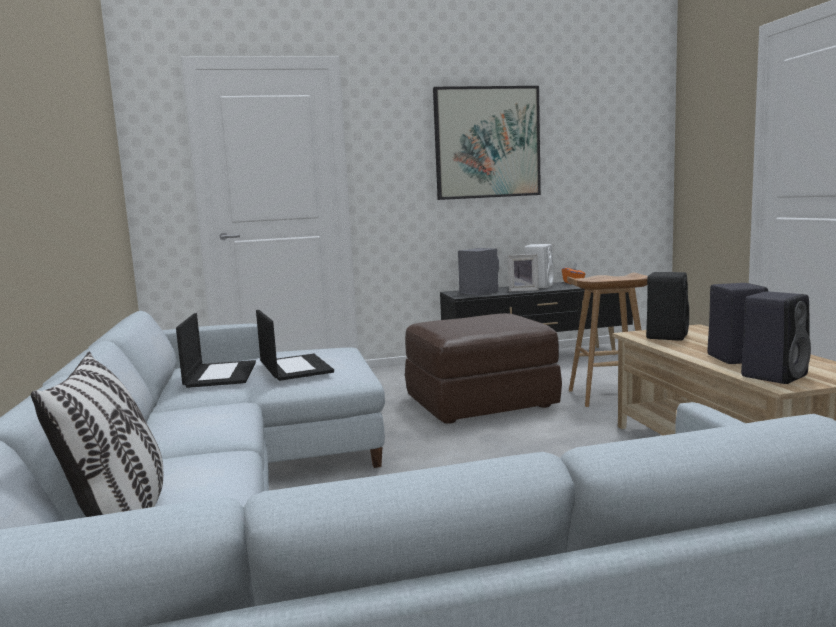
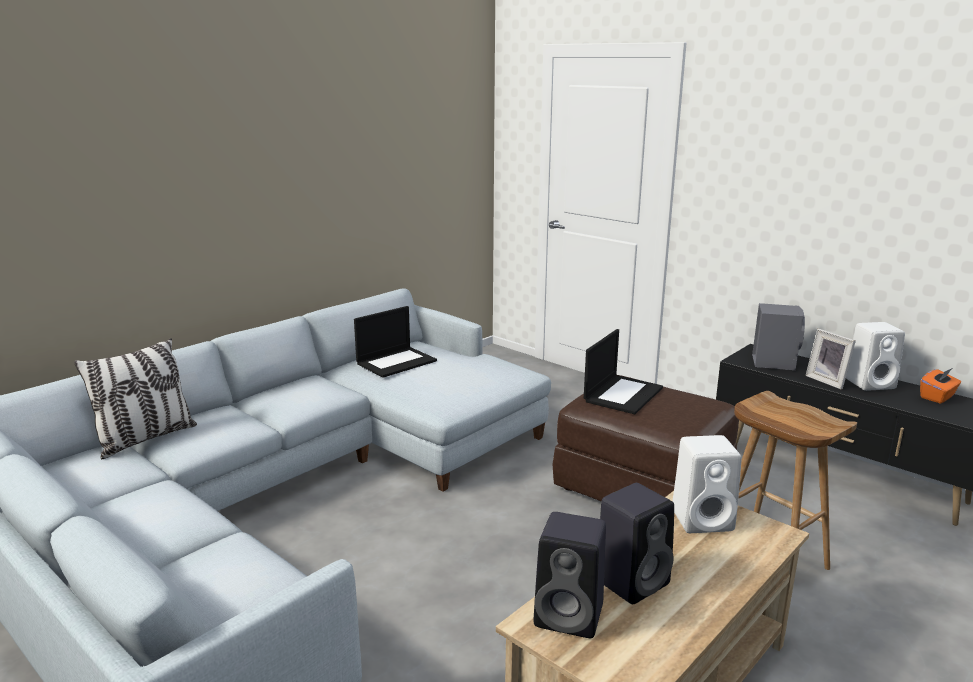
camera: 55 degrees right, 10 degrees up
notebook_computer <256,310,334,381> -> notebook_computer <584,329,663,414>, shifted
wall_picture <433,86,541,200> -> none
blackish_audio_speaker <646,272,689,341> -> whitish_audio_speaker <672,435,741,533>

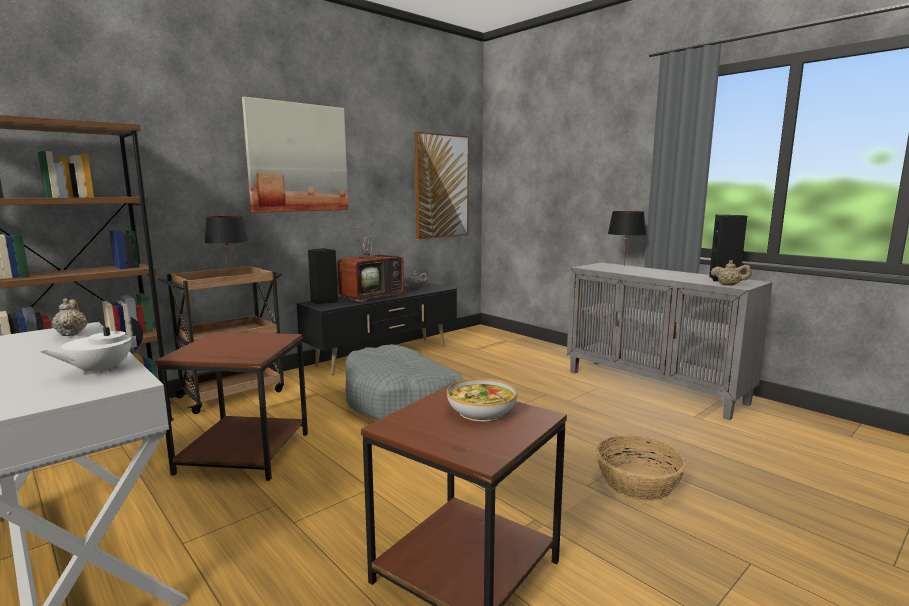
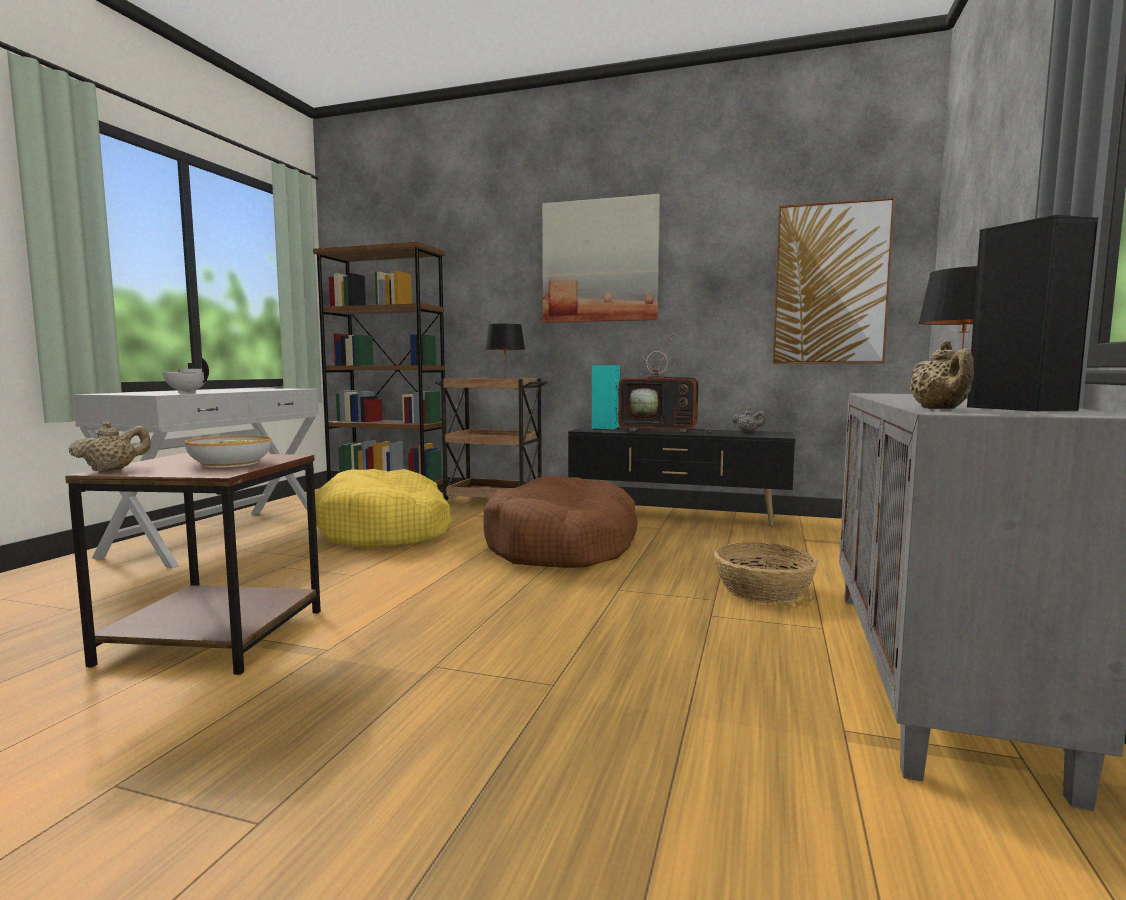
camera: 60 degrees right, 5 degrees down
sand-coloured_tea_pot <52,298,88,336> -> sand-coloured_tea_pot <69,421,151,472>, shifted
brown_accent_table <155,332,308,481> -> yellow_dog_cushion <315,469,453,548>
blackish_audio_speaker <308,248,338,305> -> blue-green_audio_speaker <592,365,620,429>
grey_dog_cushion <345,344,463,420> -> brown_dog_cushion <483,476,638,568>
basket <596,435,687,501> -> basket <714,542,818,604>, shifted

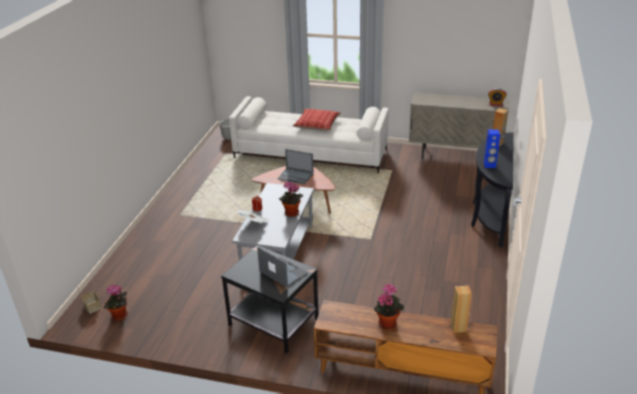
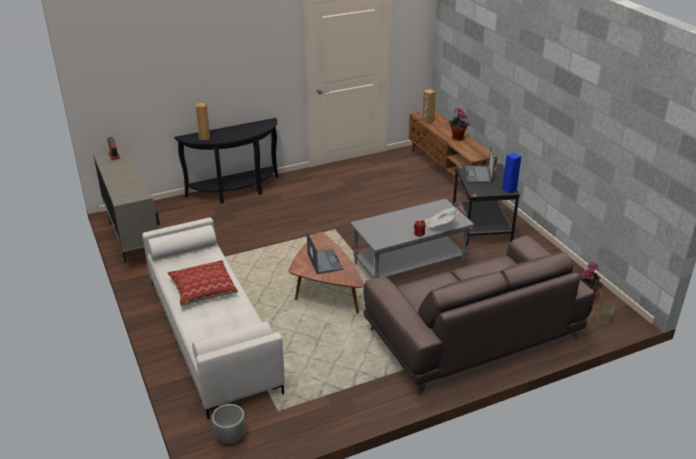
camera: 130 degrees left, 0 degrees up
houseplant <279,181,303,217> -> none
blue_audio_speaker <484,130,500,168> -> blue_audio_speaker <502,152,521,194>, shifted
none -> brown_couch <363,236,595,396>

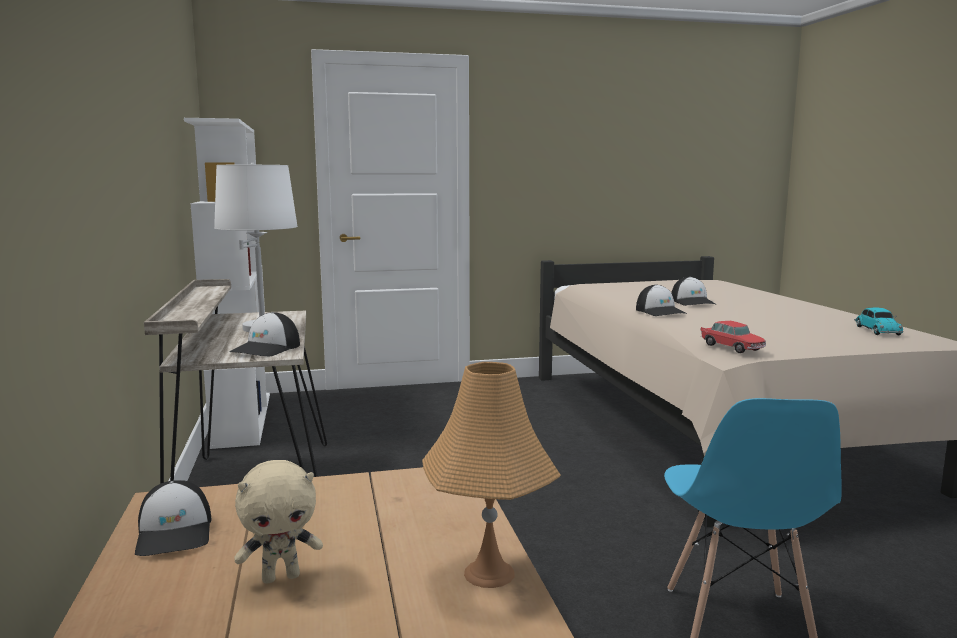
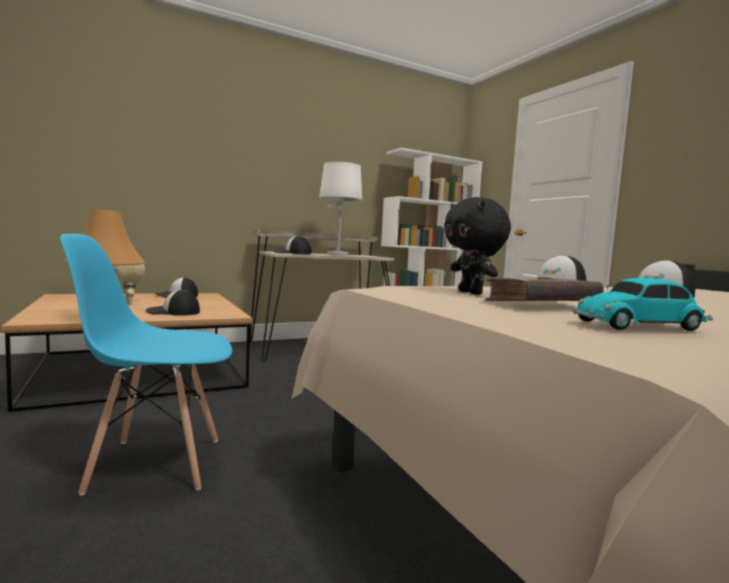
camera: 75 degrees right, 5 degrees down
model_car <701,321,766,353> -> none
none -> baseball_cap <145,289,200,316>
none -> blackish_plush_toy <444,197,511,295>
none -> brown_book <485,278,604,301>

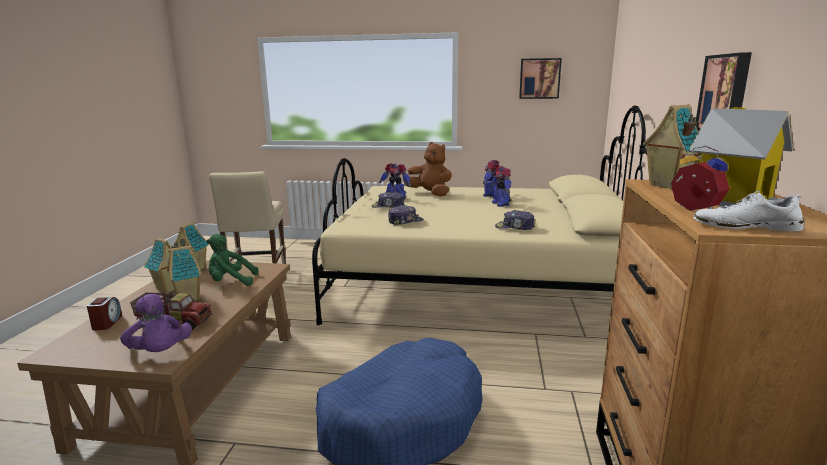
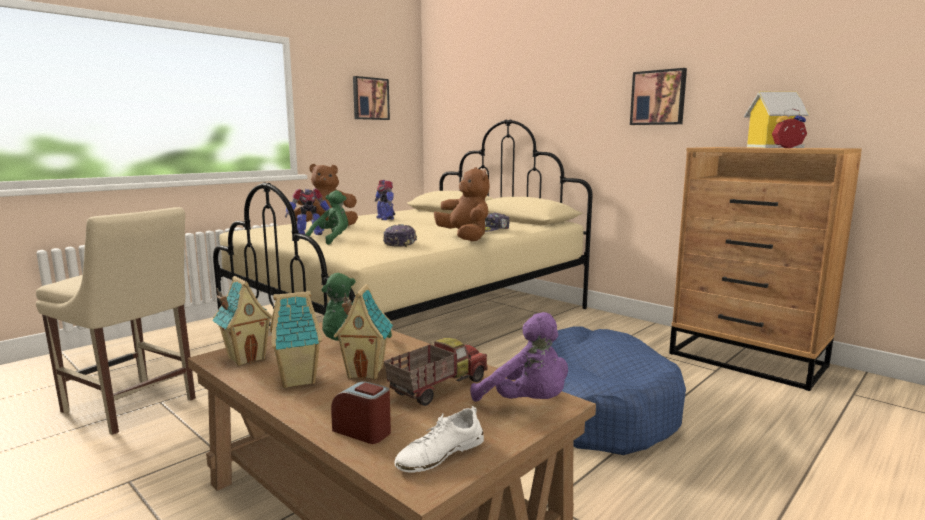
camera: 55 degrees left, 5 degrees down
purplish_plush_toy <120,294,192,352> -> purplish_plush_toy <470,312,568,402>, 45 degrees clockwise
baseball_cap <371,192,404,208> -> greenish_plush_toy <305,190,348,245>
robot_figure <491,166,511,207> -> none
miniature_house <643,104,699,190> -> none
whitish_item_of_footwear <693,191,804,231> -> whitish_item_of_footwear <394,406,484,473>, shifted
none -> brown_plush_toy <434,167,490,241>

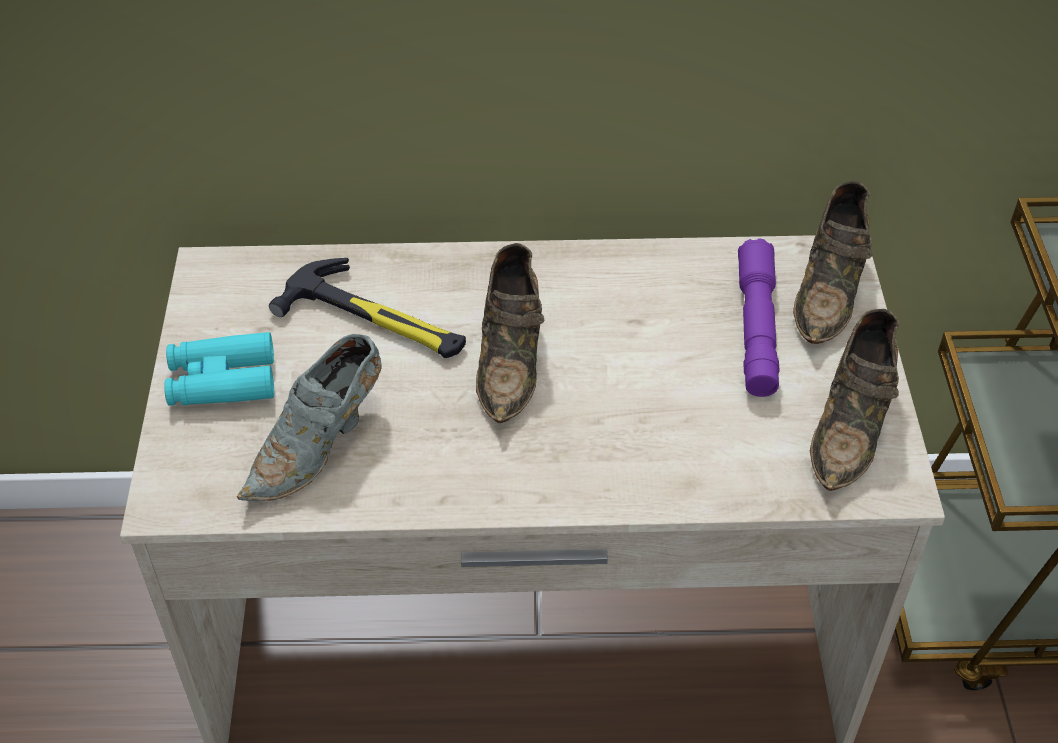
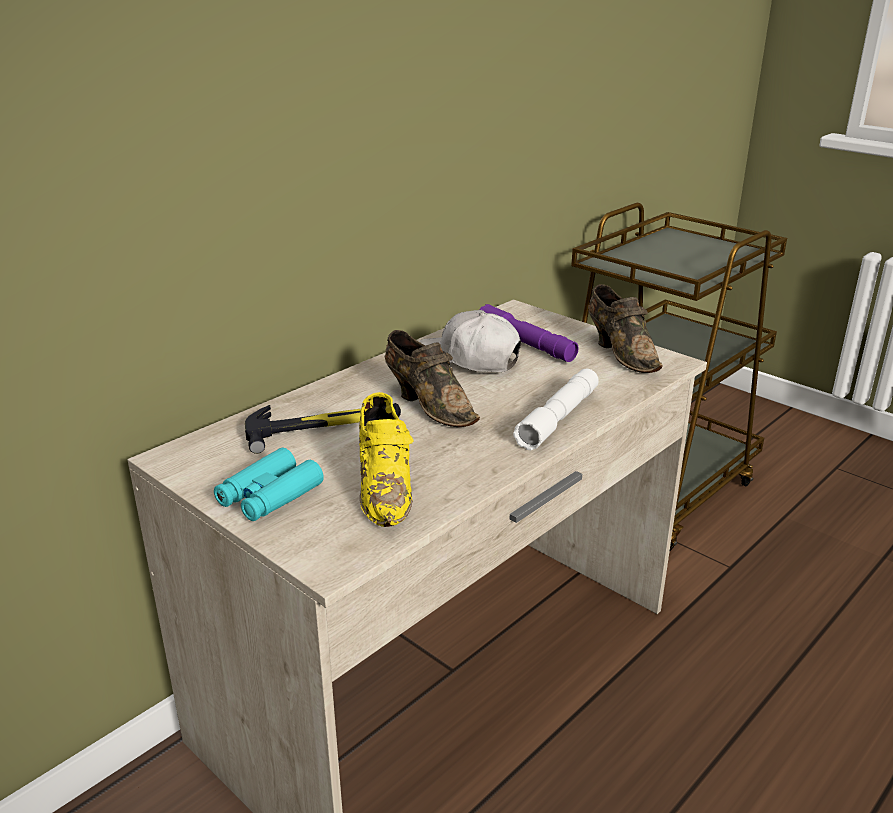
camera: 45 degrees left, 20 degrees down
grey_item_of_footwear <237,334,382,501> -> yellow_item_of_footwear <359,392,413,527>
brown_item_of_footwear <793,181,872,344> -> none
none -> whitish_baseball_cap <419,310,521,372>
none -> whitish_torch <513,369,599,450>

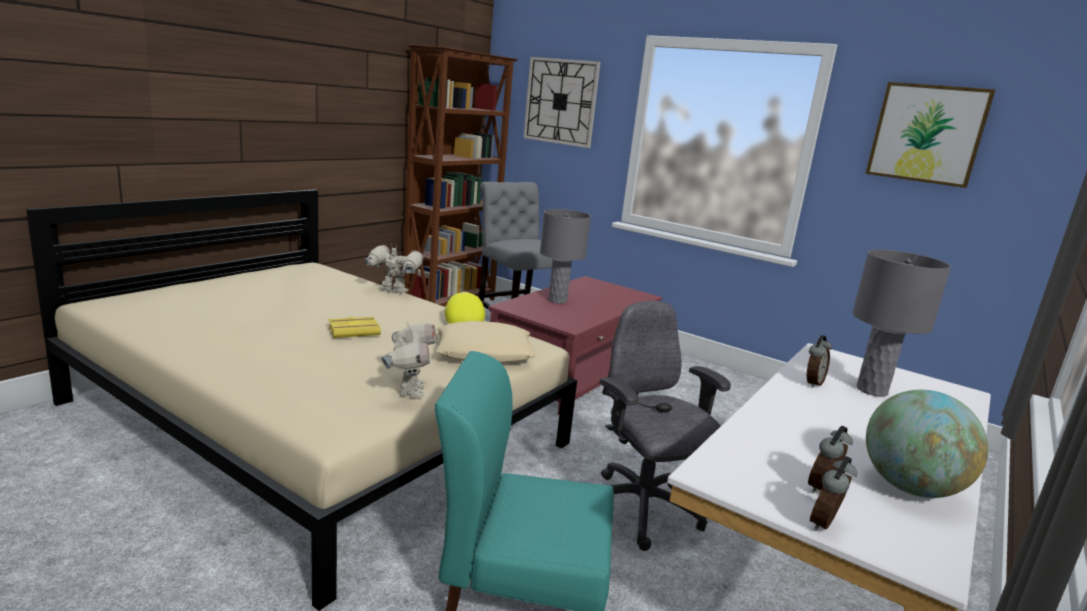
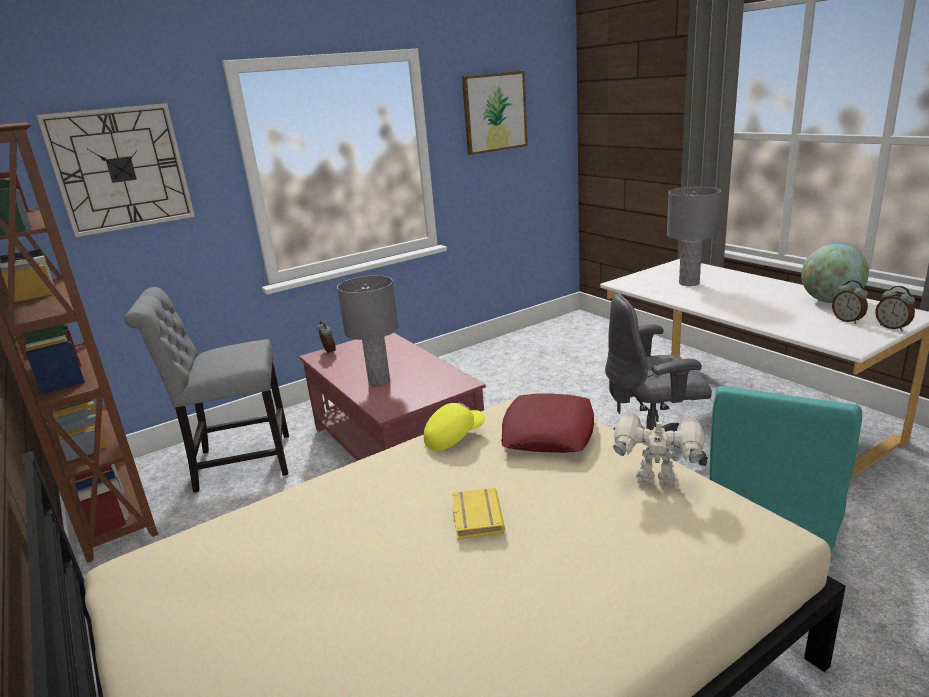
camera: 65 degrees left, 5 degrees up
robot_figure <364,244,423,294> -> none
sand-coloured_cushion <436,321,537,363> -> red-coloured_cushion <501,393,594,453>
yellow_baseball_cap <445,291,485,324> -> yellow_baseball_cap <424,402,485,451>, 135 degrees clockwise
alarm_clock <807,335,832,388> -> alarm_clock <317,321,336,354>, shifted

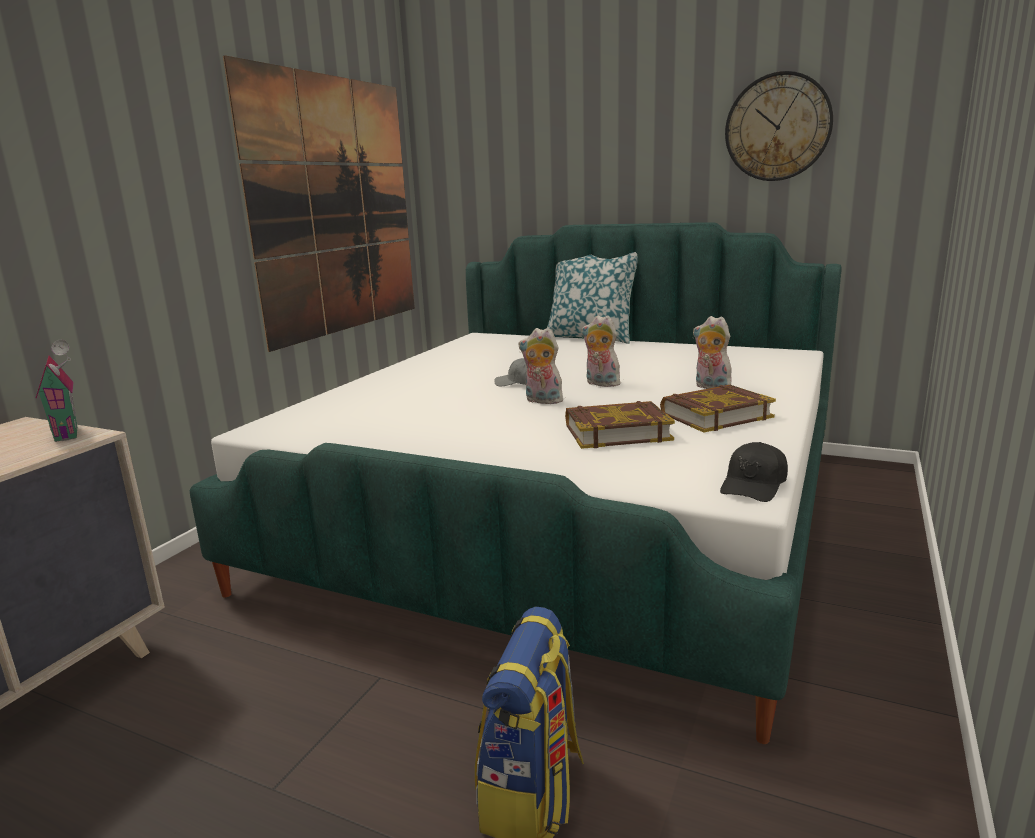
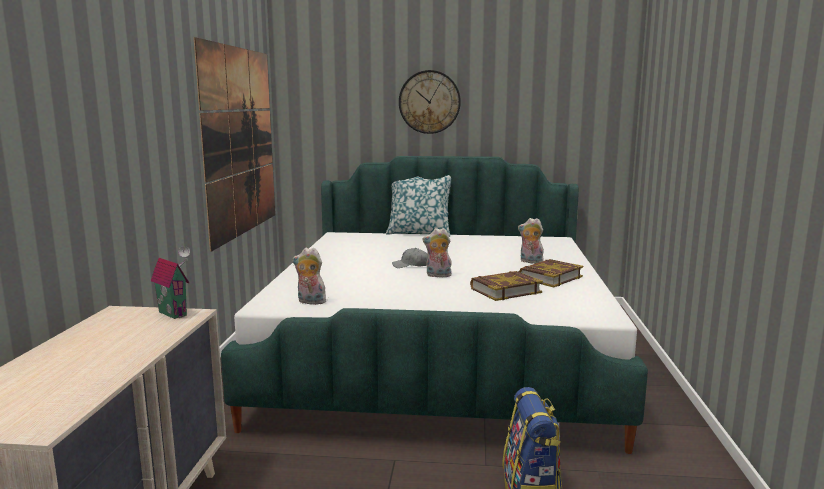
camera: 20 degrees left, 5 degrees down
plush_toy <581,315,621,387> -> plush_toy <292,248,326,305>, shifted
blackish_baseball_cap <720,442,788,502> -> none
wall_clock <725,71,833,181> -> wall_clock <399,70,461,134>, shifted

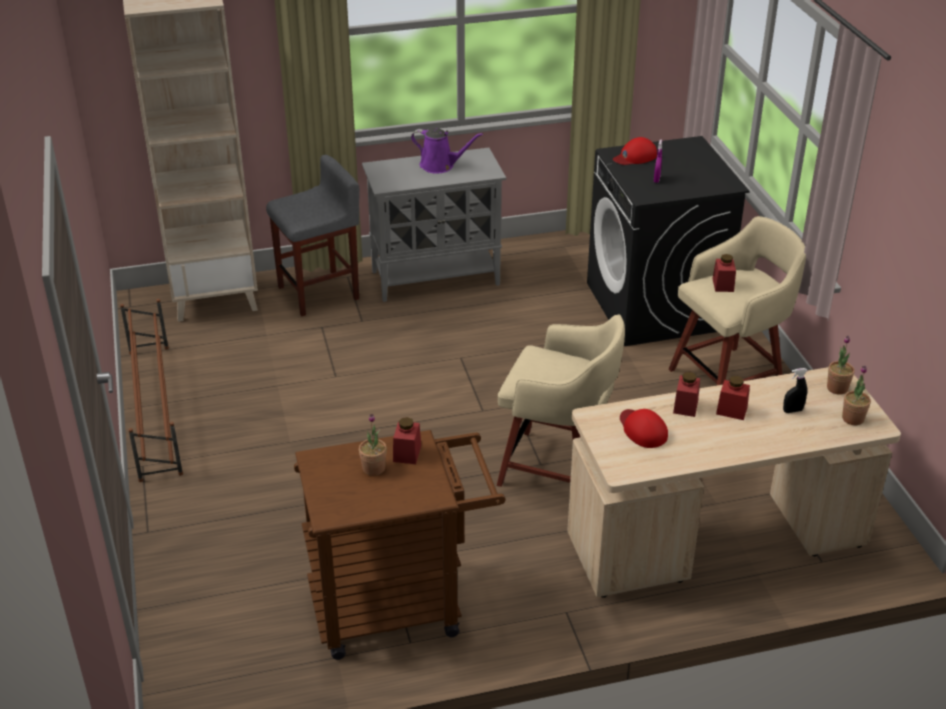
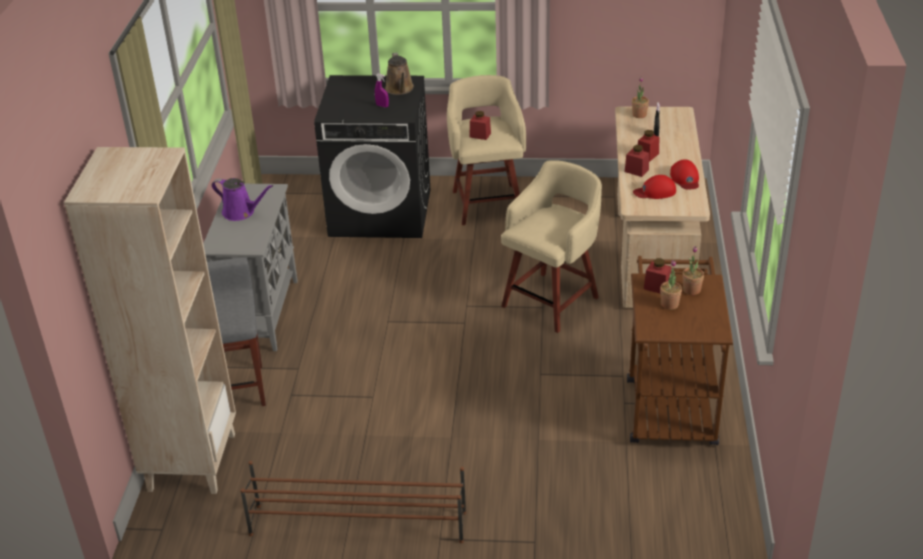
camera: 70 degrees left, 0 degrees up
purplish_sprinkling_can <411,128,483,174> -> purplish_sprinkling_can <212,178,273,221>, 75 degrees clockwise
red-coloured_baseball_cap <613,137,657,165> -> red-coloured_baseball_cap <670,159,699,190>, shifted
houseplant <842,366,871,425> -> houseplant <683,246,704,295>, shifted
none -> brown_sprinkling_can <385,53,414,95>

